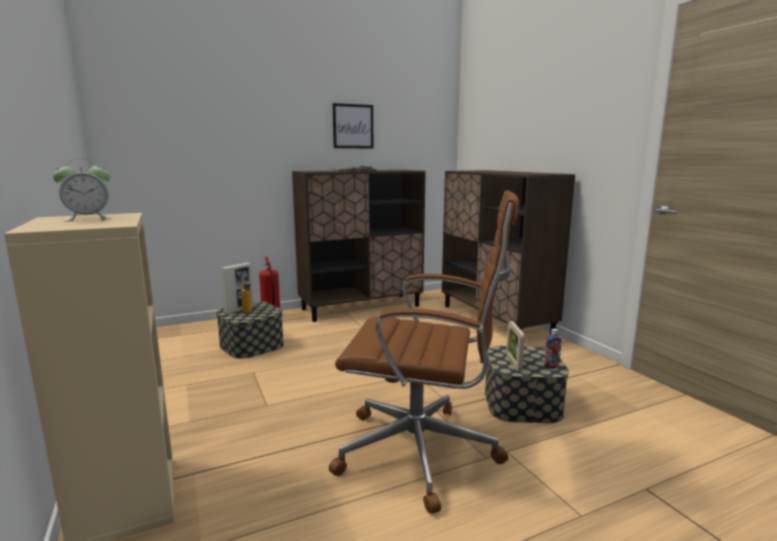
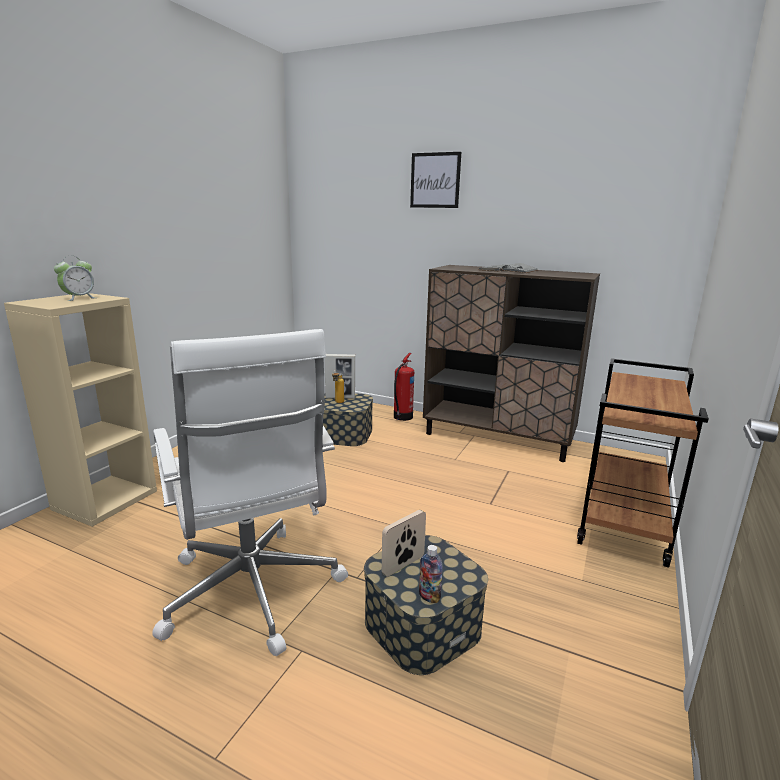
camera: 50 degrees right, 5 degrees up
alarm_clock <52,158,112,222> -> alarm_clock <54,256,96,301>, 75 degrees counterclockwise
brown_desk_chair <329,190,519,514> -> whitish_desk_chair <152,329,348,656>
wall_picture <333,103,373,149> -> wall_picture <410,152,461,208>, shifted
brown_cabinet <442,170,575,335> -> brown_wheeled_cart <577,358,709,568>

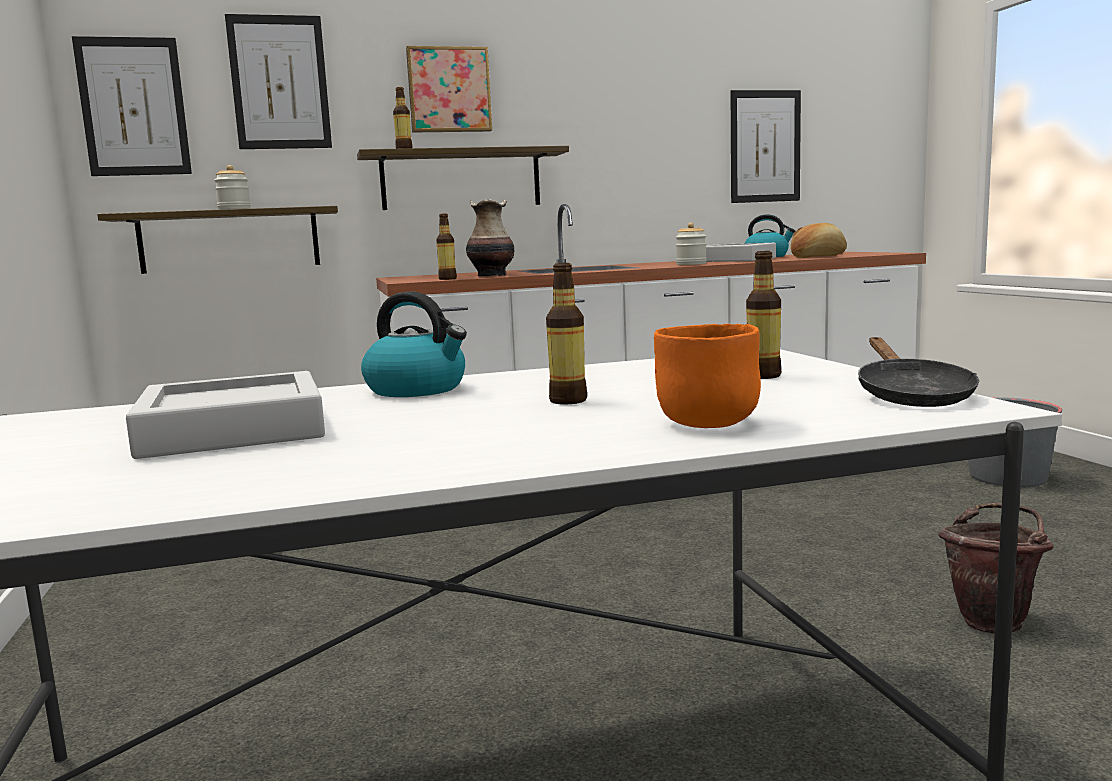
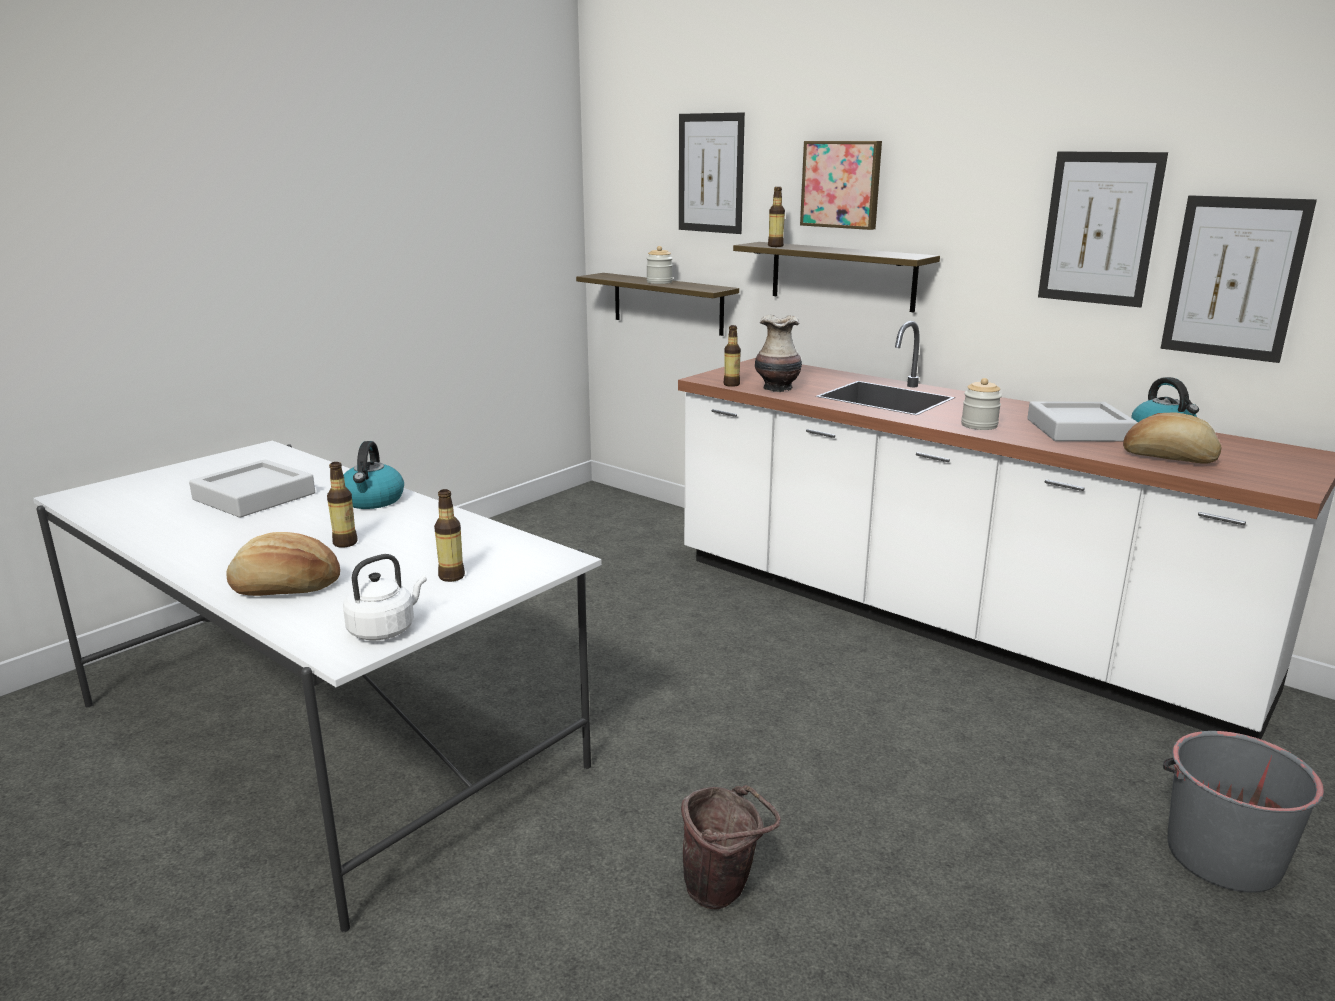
camera: 55 degrees right, 10 degrees up
wall_picture <72,36,192,176> -> wall_picture <1038,152,1168,308>, shifted
orangey_bowl <654,324,761,428> -> bakery_bread <226,532,340,596>
blackish_skillet <858,337,979,407> -> whitish_tea_kettle <343,554,427,640>

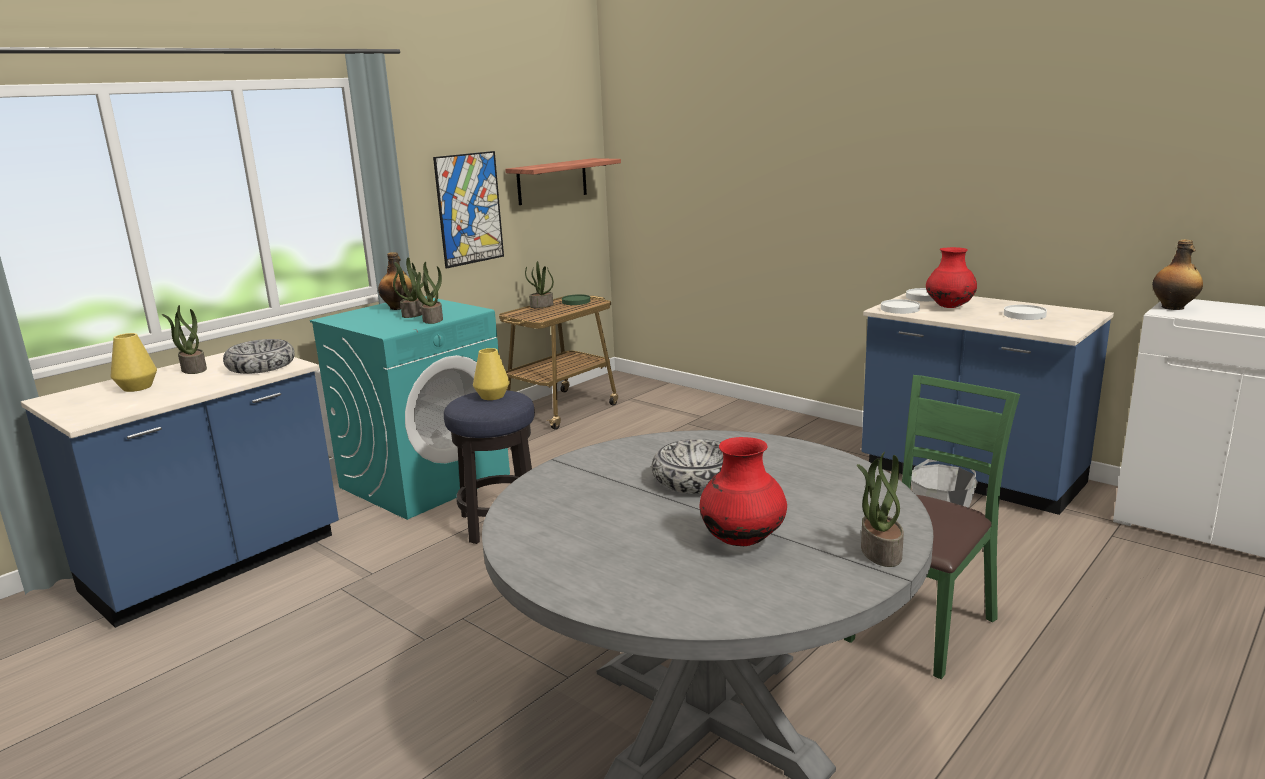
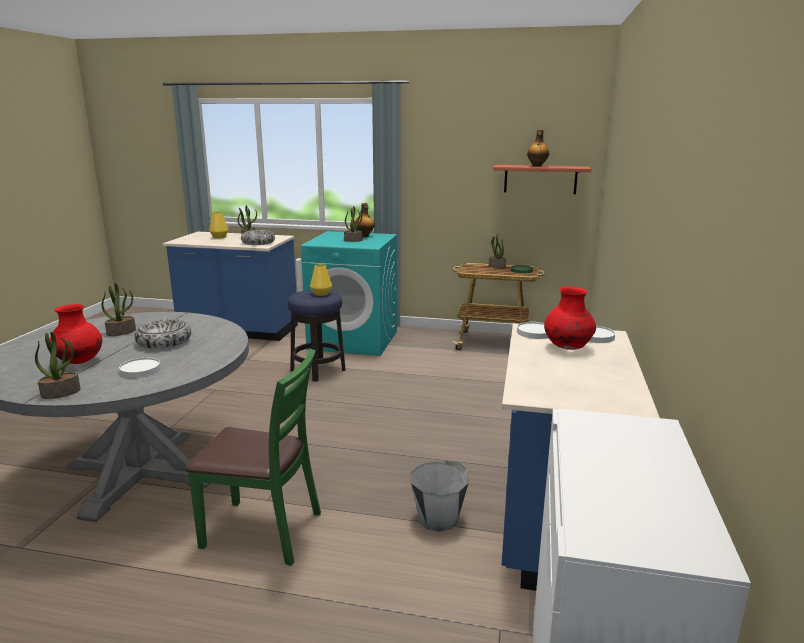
camera: 60 degrees right, 0 degrees up
houseplant <410,261,443,324> -> houseplant <102,283,136,336>, shifted
wall_picture <433,151,504,269> -> none
whitish_flat_dish <1004,305,1047,320> -> whitish_flat_dish <119,358,161,378>, shifted
beverage_bottle <1152,240,1203,310> -> beverage_bottle <527,130,549,166>, shifted

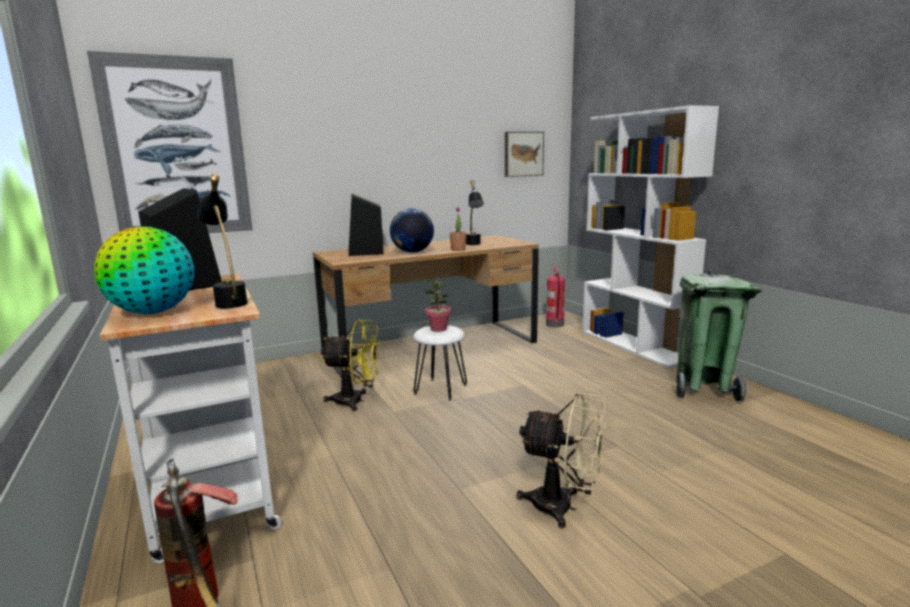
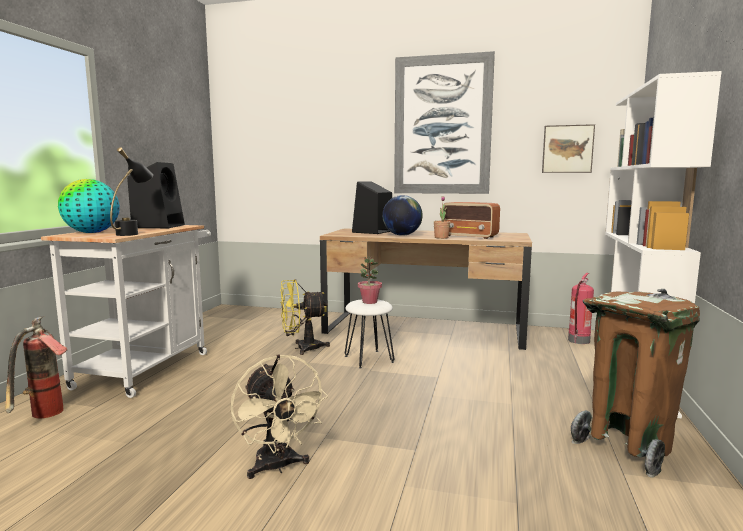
camera: 40 degrees right, 5 degrees down
wall_picture <87,51,253,233> -> wall_picture <394,51,495,194>, shifted
yellow_fan <320,320,380,411> -> yellow_fan <280,279,330,355>, 120 degrees clockwise
blackish_lamp_for_a_table <466,180,484,245> -> radio <442,202,500,239>
greenish_trash_can <676,269,762,403> -> brown_trash_can <571,289,700,478>

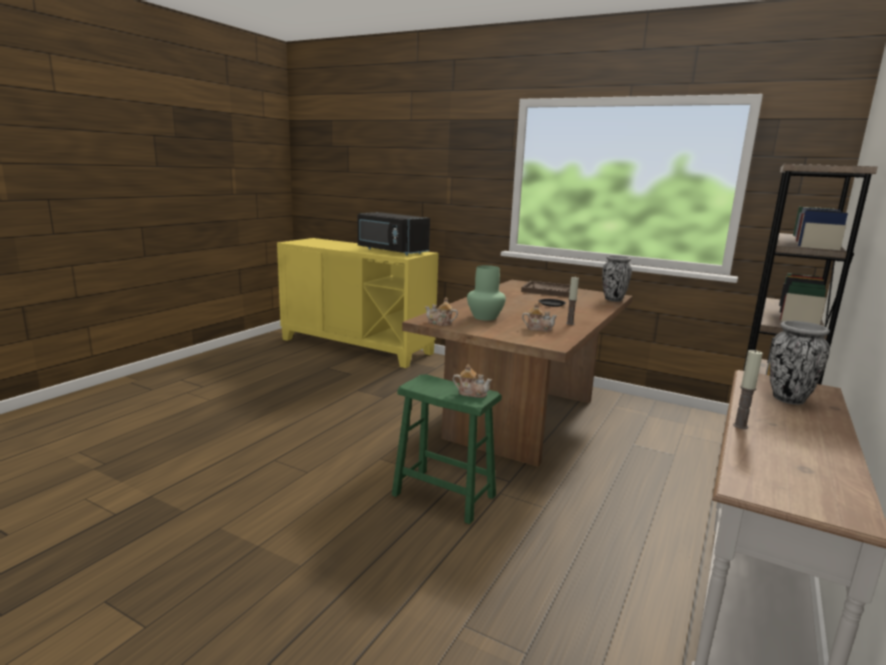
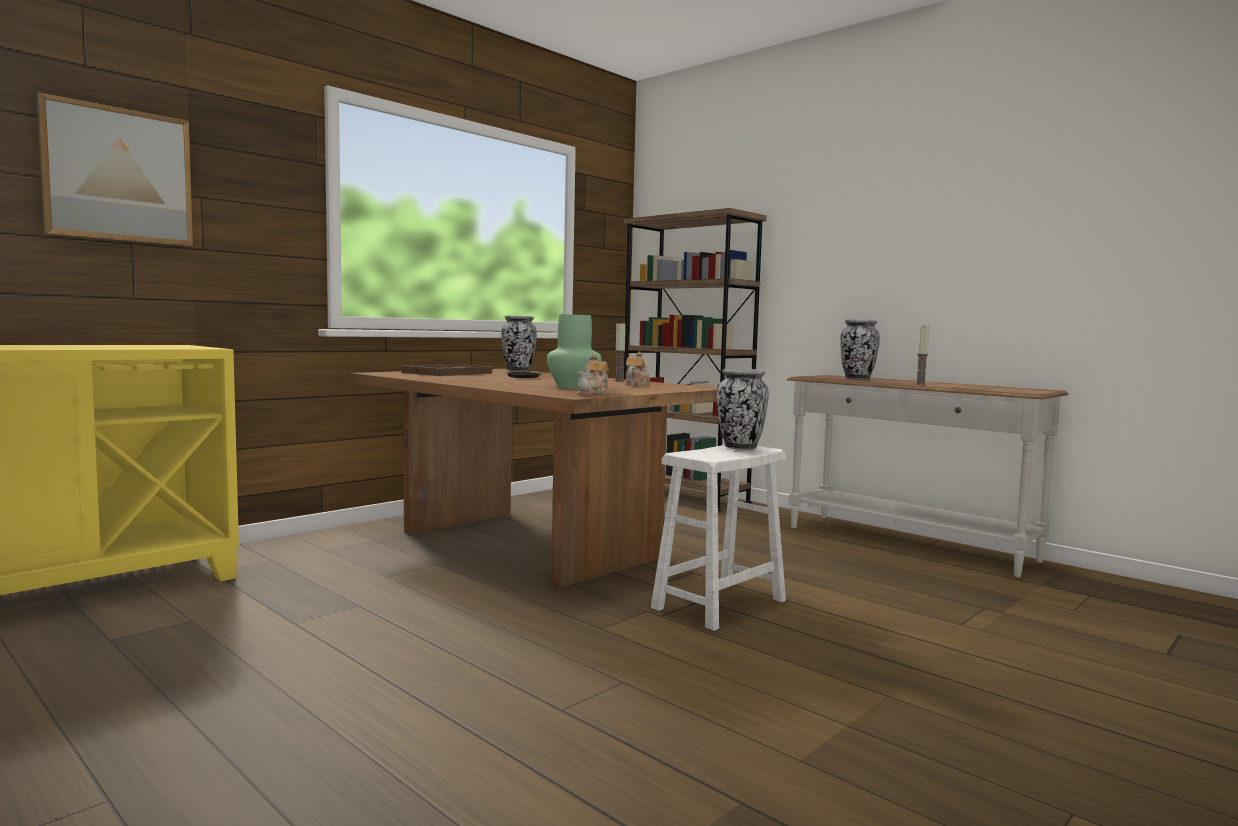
camera: 75 degrees left, 10 degrees down
blackish_kitchen_microwave <358,212,430,256> -> none
greenish_stool_seat <392,374,502,524> -> whitish_stool_seat <651,445,786,631>
tea_pot <453,364,492,398> -> vase <717,368,769,450>
none -> wall_picture <36,92,193,246>

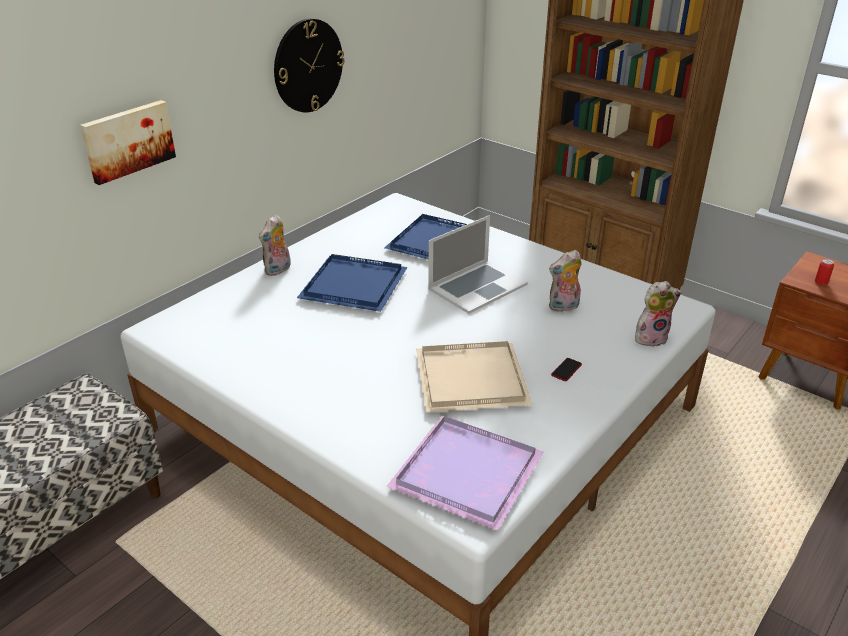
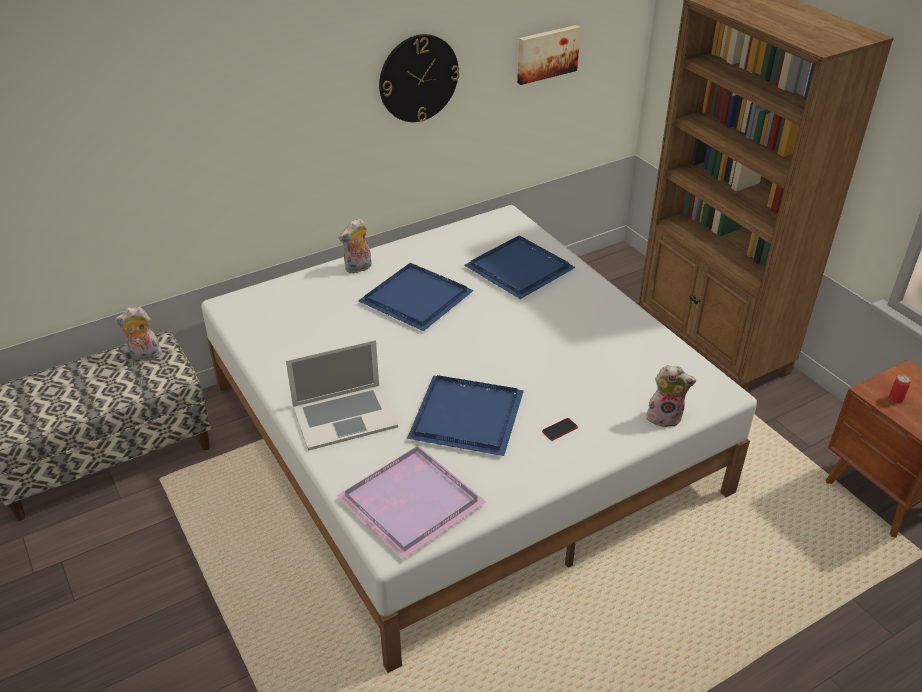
camera: 20 degrees right, 5 degrees up
wall_picture <80,100,176,185> -> wall_picture <517,25,581,85>, shifted
sand-coloured_serving_tray <416,341,533,412> -> blue_serving_tray <407,375,524,456>
notebook_computer <428,215,528,314> -> notebook_computer <286,340,398,451>, shifted
plush_toy <549,250,582,312> -> plush_toy <115,307,162,361>, shifted

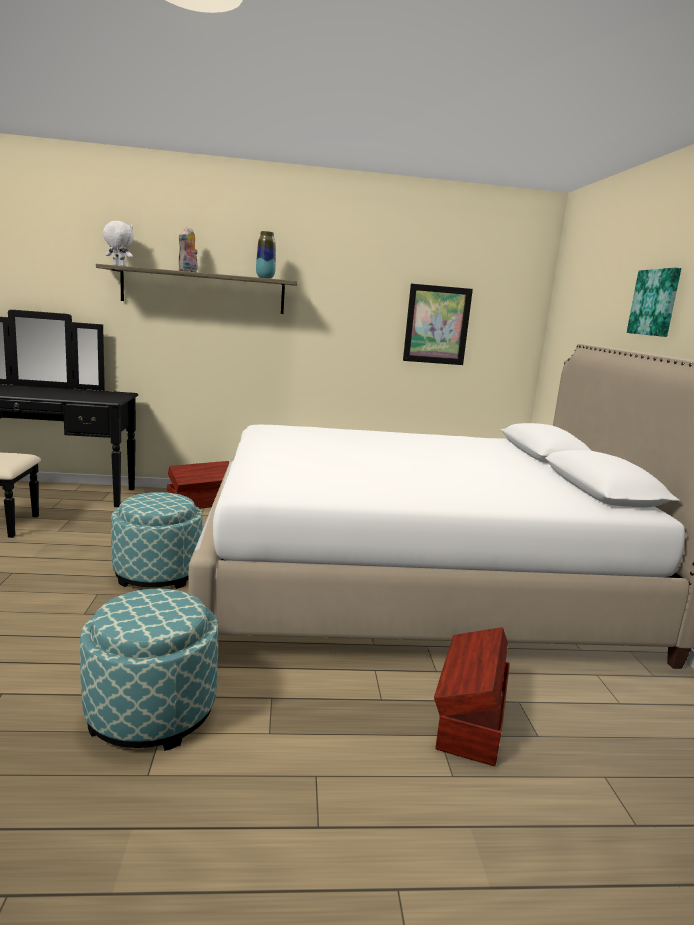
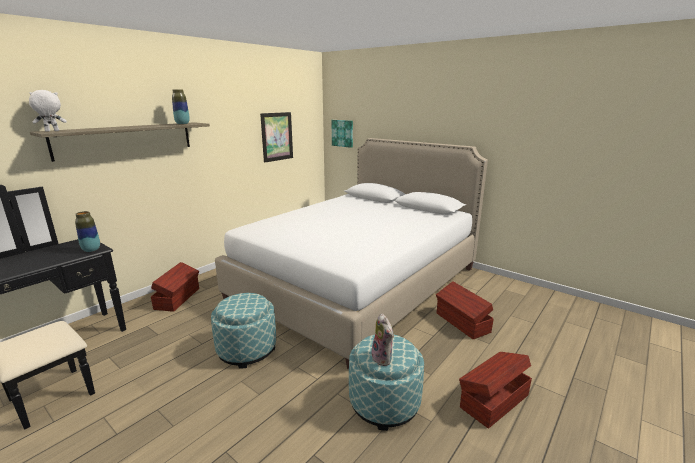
camera: 45 degrees left, 5 degrees up
plush_toy <179,227,197,272> -> plush_toy <371,314,394,366>, shifted
wall_picture <627,268,681,337> -> wall_picture <332,120,353,148>, shifted
none -> vase <75,211,100,252>
none -> brown_storage_box <459,352,532,429>

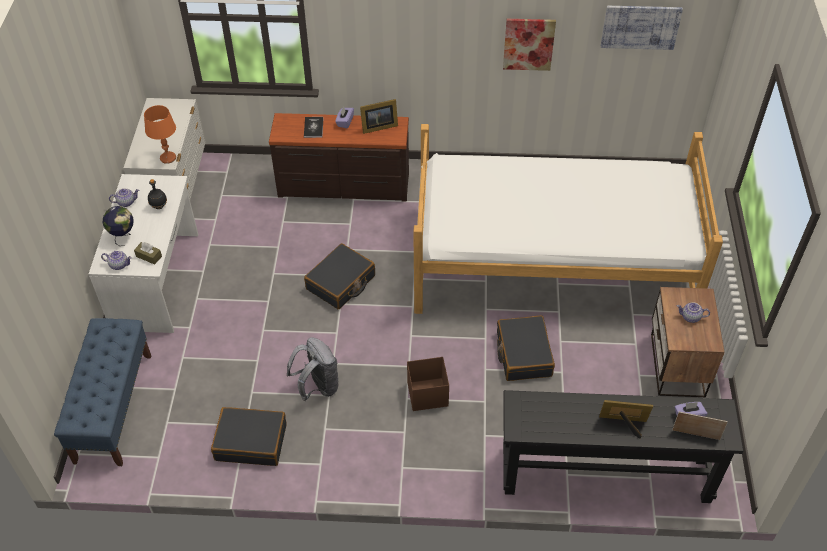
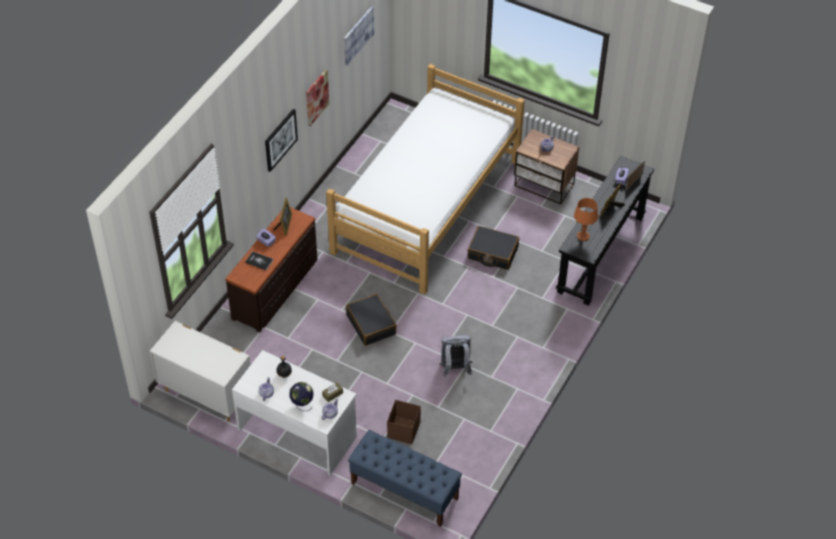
camera: 65 degrees left, 0 degrees up
orangey_lamp_for_a_table <144,105,176,164> -> orangey_lamp_for_a_table <574,198,598,241>, shifted
blackish_travel_case <211,407,287,466> -> none
brown_storage_box <407,357,449,411> -> brown_storage_box <387,400,421,444>, shifted
none -> wall_picture <265,109,298,172>

